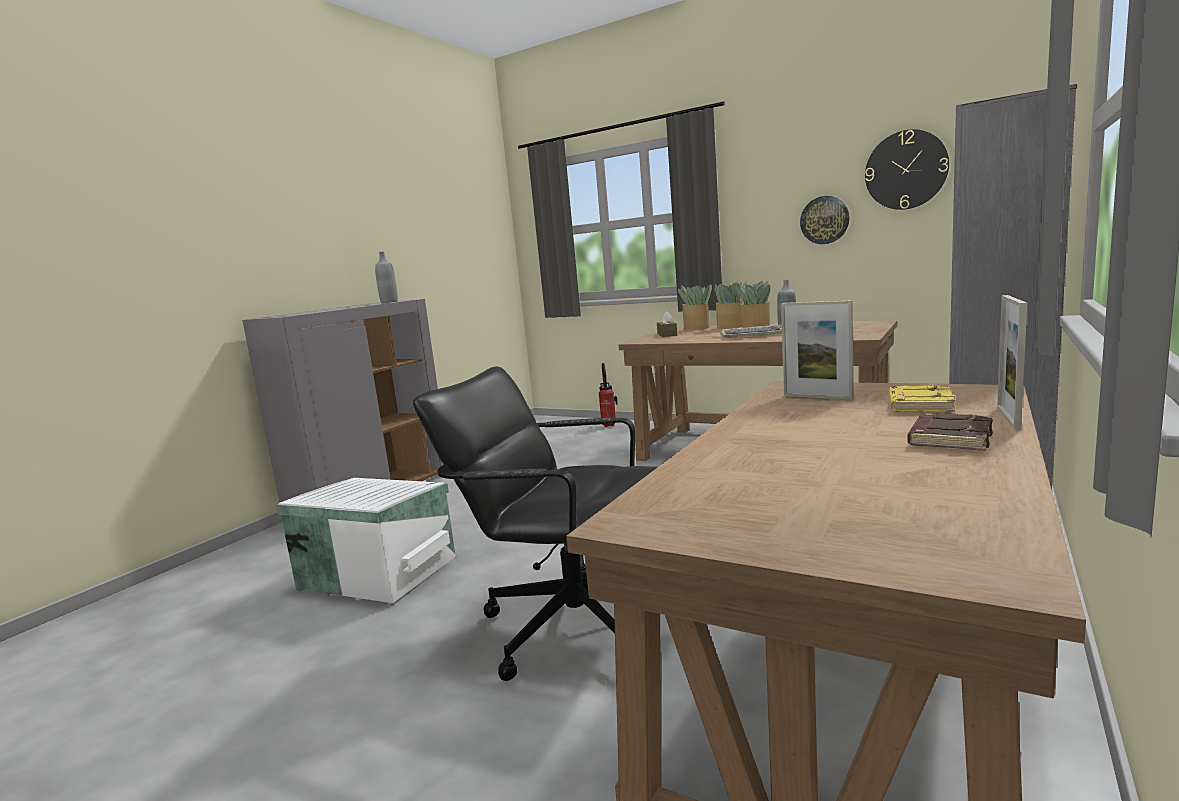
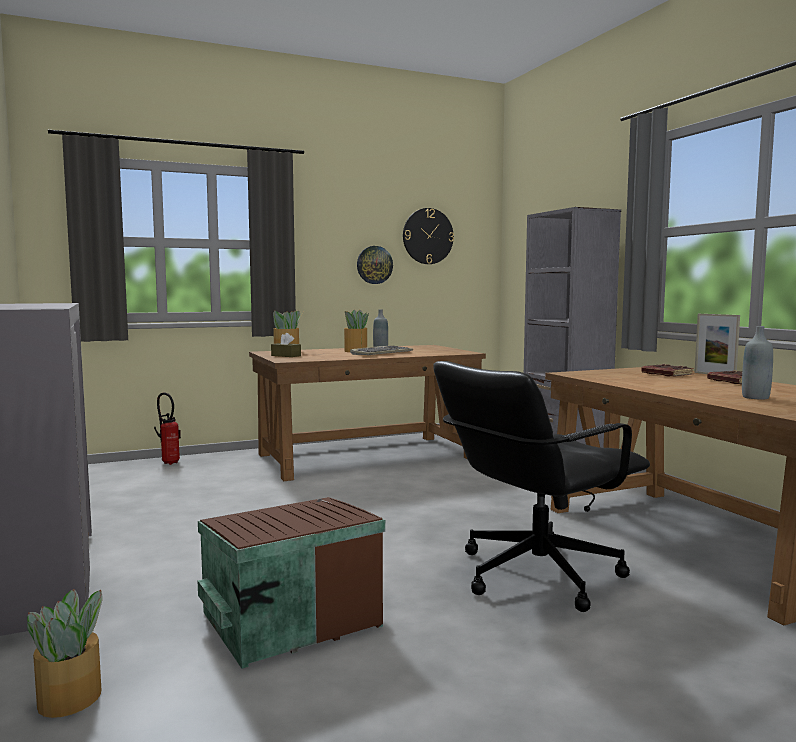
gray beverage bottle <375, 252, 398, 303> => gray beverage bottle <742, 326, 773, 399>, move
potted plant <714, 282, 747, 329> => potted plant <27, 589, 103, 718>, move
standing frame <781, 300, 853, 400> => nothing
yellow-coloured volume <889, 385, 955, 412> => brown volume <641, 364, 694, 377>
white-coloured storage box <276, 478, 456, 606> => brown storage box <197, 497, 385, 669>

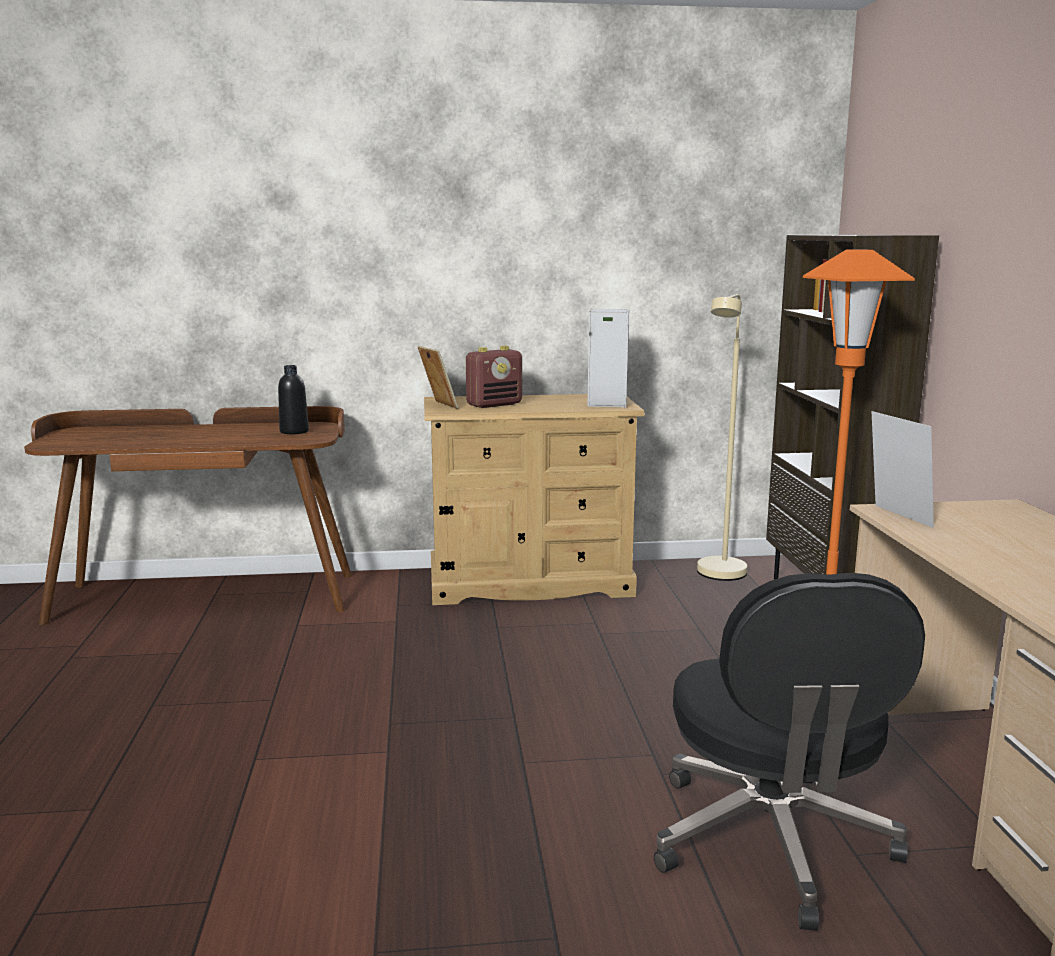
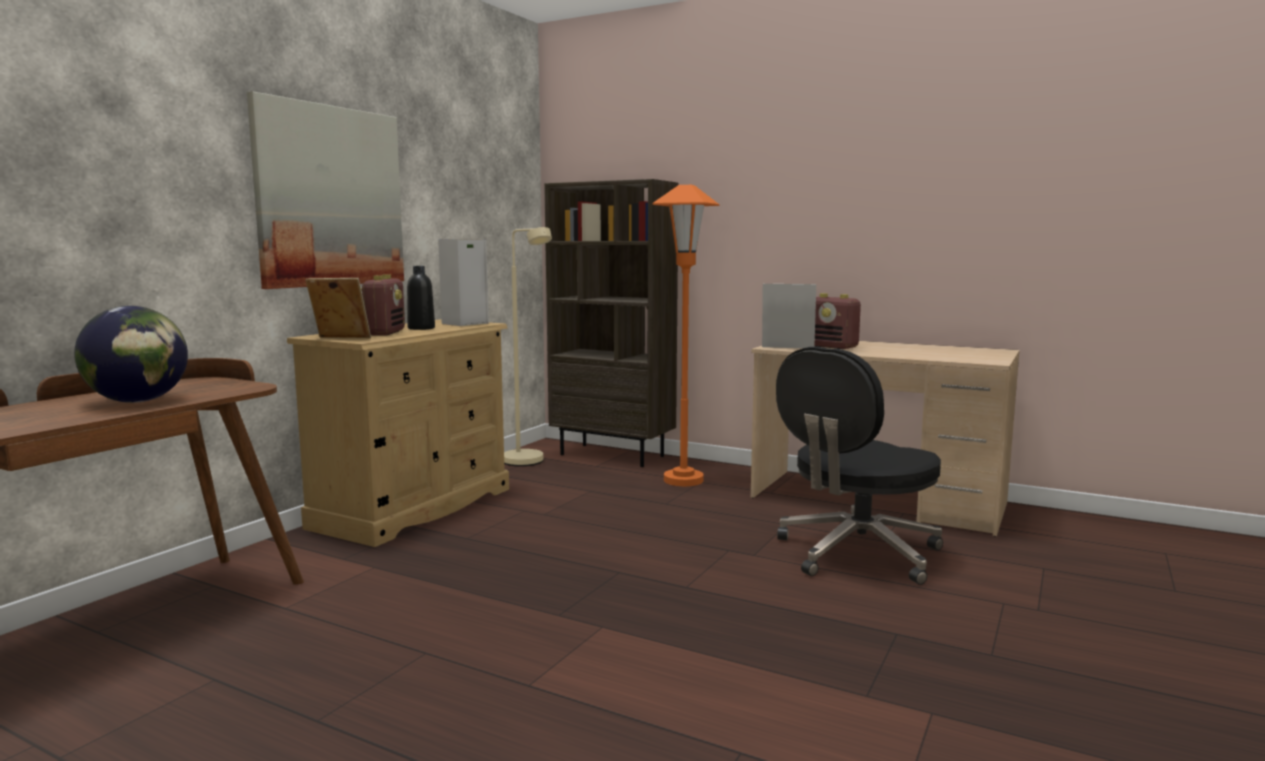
black-coloured beverage bottle <278, 365, 309, 434> => black-coloured beverage bottle <407, 266, 435, 330>, move
black-coloured office chair <654, 573, 925, 931> => black-coloured office chair <776, 347, 943, 585>, 105 degrees clockwise
nothing => wall picture <247, 91, 404, 289>
nothing => radio <814, 293, 861, 349>
nothing => globe <74, 306, 188, 403>

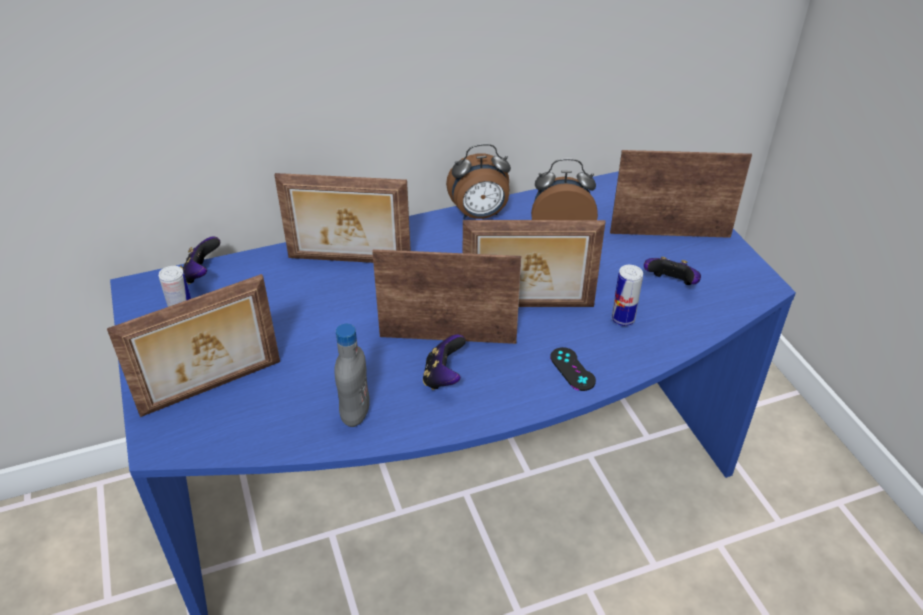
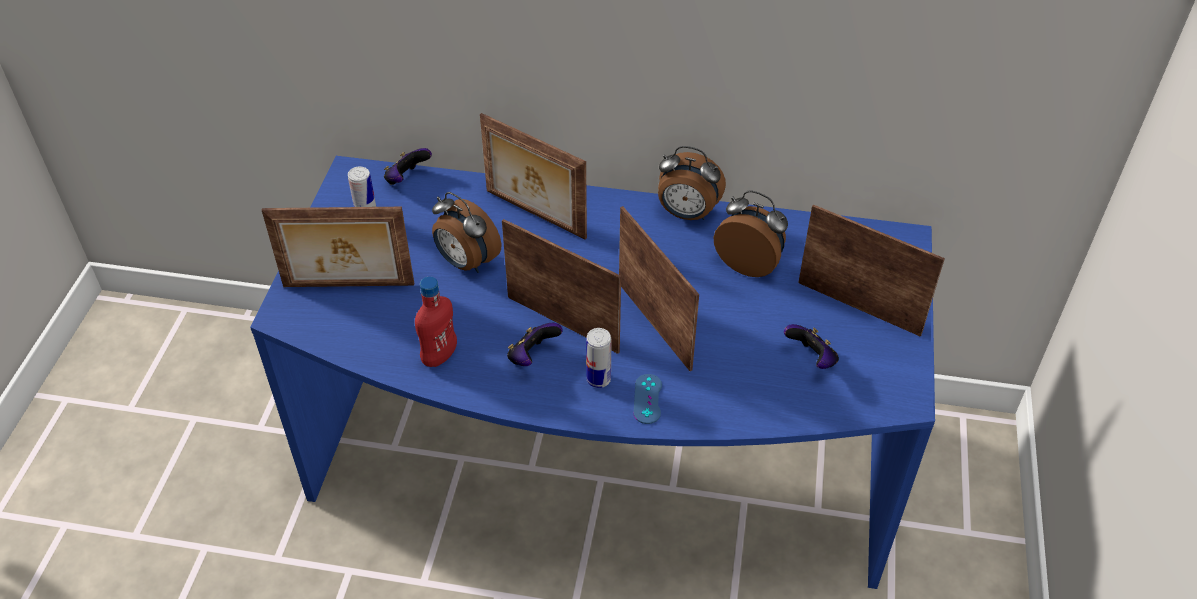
standing frame <463, 220, 606, 307> => standing frame <619, 206, 699, 371>, 150 degrees counterclockwise
can <612, 265, 643, 326> => can <586, 328, 612, 388>, move
gray beverage bottle <334, 324, 370, 427> => red-coloured beverage bottle <415, 277, 457, 367>
black-coloured joypad <550, 347, 596, 391> => blue joypad <633, 374, 662, 424>
nothing => alarm clock <432, 192, 502, 273>

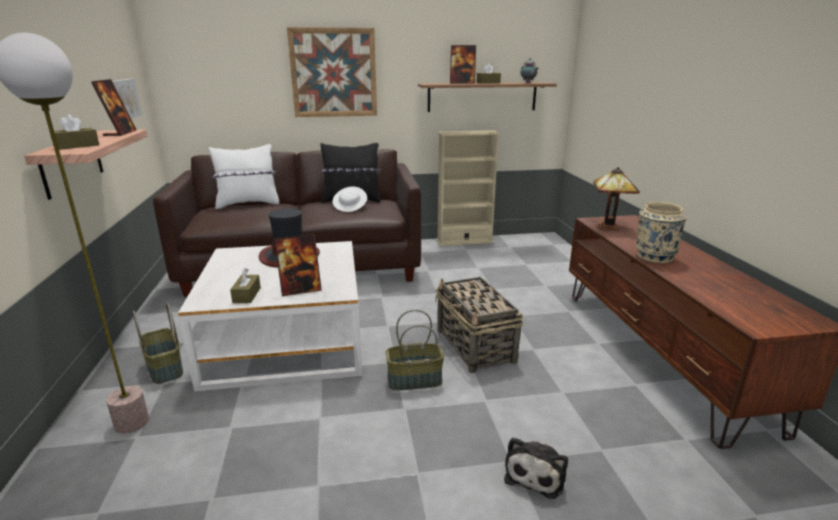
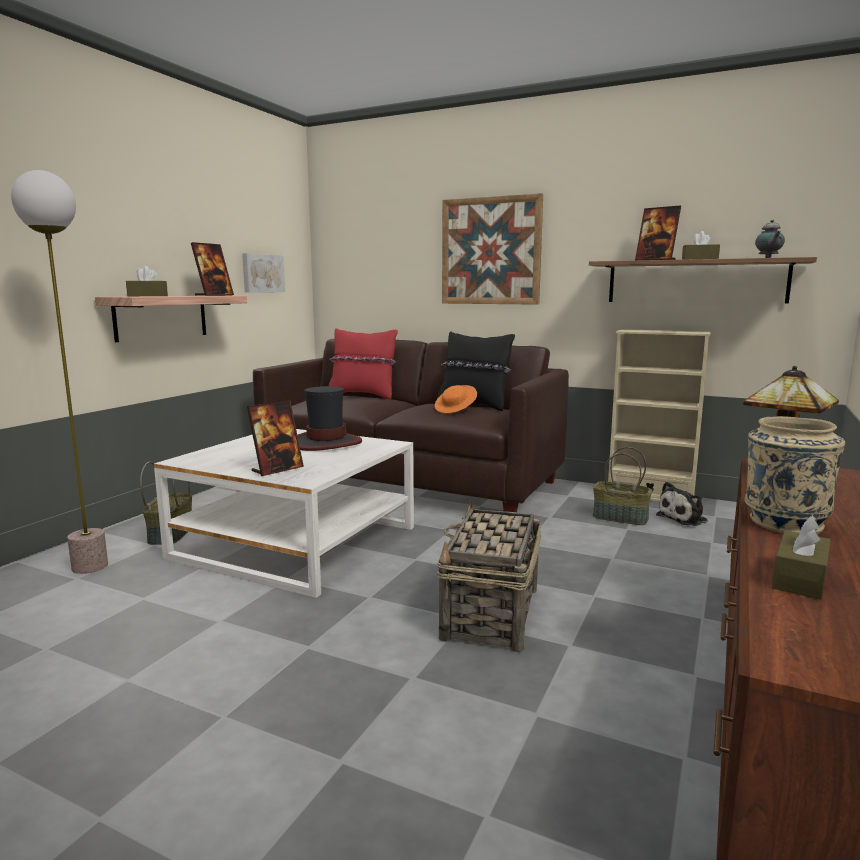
white-coloured cushion <209, 144, 279, 209> => red-coloured cushion <329, 328, 398, 400>
white-coloured wearable hat <333, 187, 367, 212> => orangey wearable hat <435, 385, 477, 414>
standing frame <274, 234, 322, 296> => standing frame <247, 400, 304, 476>, 60 degrees counterclockwise
brown tissue holder <230, 268, 261, 303> => brown tissue holder <772, 515, 831, 599>, move
household basket <386, 310, 444, 391> => household basket <593, 447, 652, 525>, move
soft toy <504, 437, 568, 499> => soft toy <656, 482, 708, 526>, move

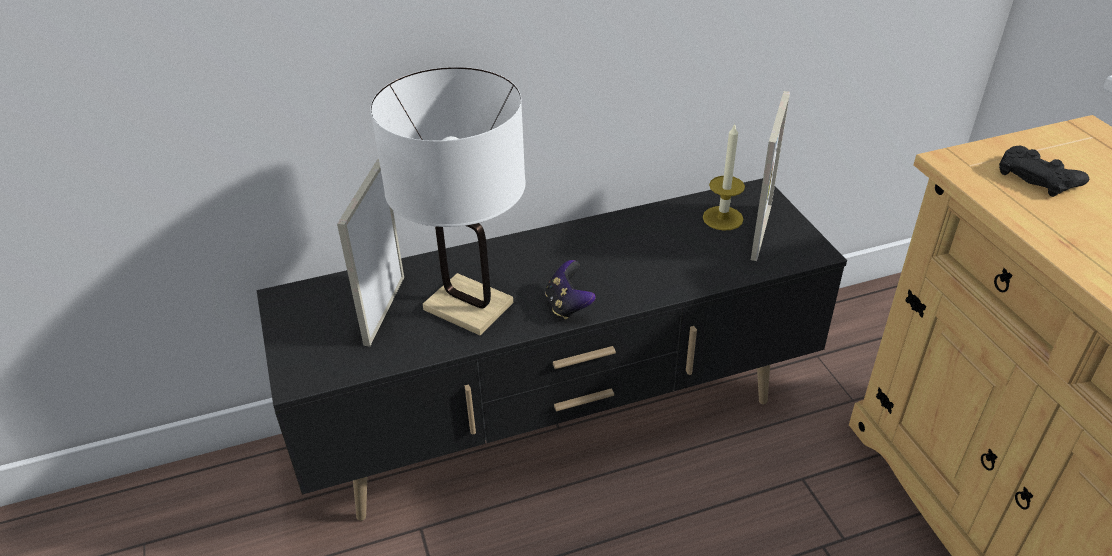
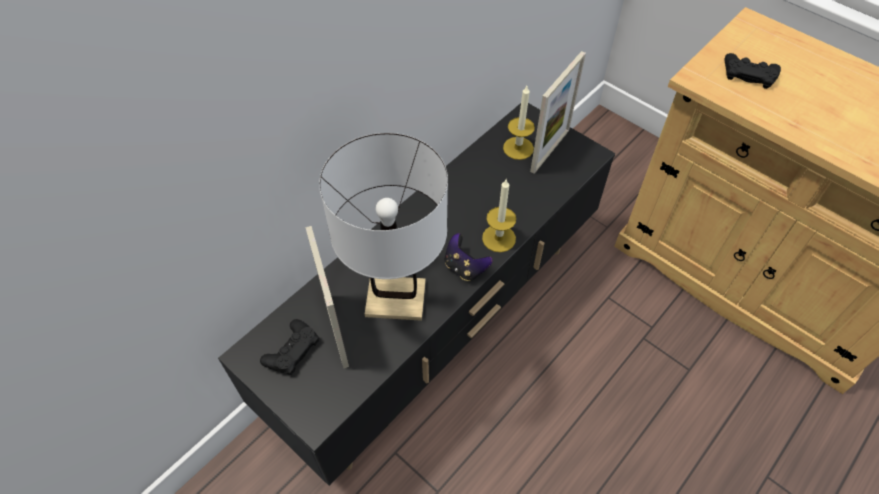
standing frame <751, 91, 790, 261> => standing frame <530, 51, 586, 174>, 45 degrees clockwise
nothing => candle <482, 180, 516, 252>
nothing => black-coloured joypad <260, 319, 319, 375>

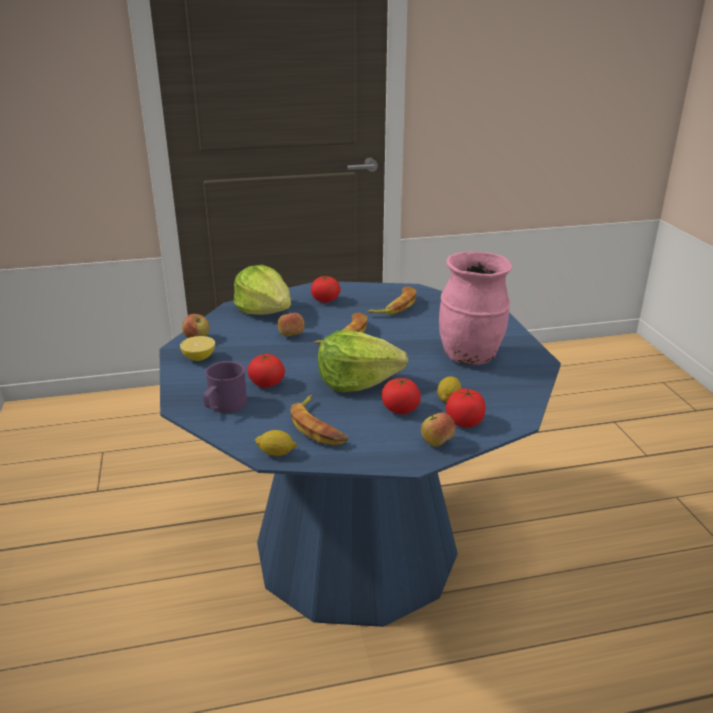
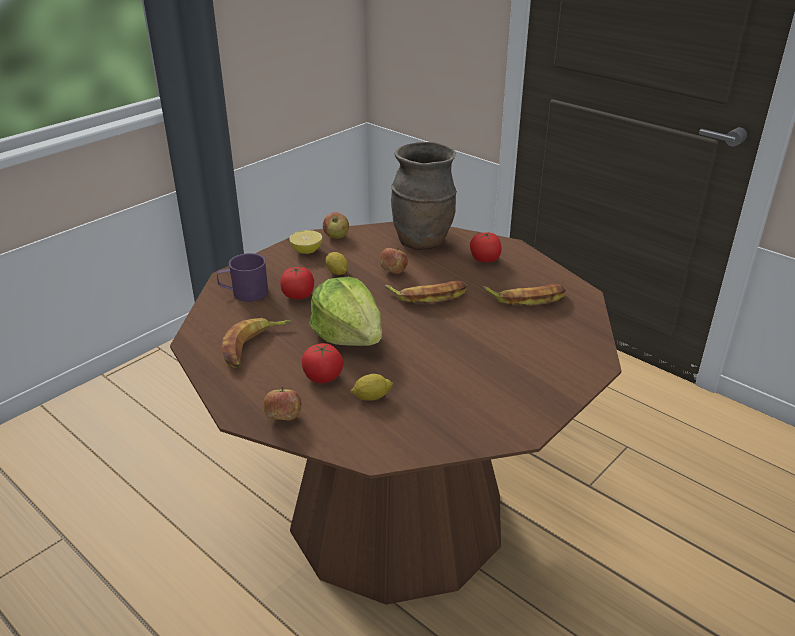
pink-coloured decorative vase <439, 252, 512, 365> => nothing
lettuce <234, 265, 291, 315> => brown decorative vase <391, 142, 457, 250>
blue dinner table <160, 281, 561, 627> => brown dinner table <170, 222, 622, 605>
tomato <446, 389, 486, 427> => nothing
whole lemon <255, 430, 297, 456> => whole lemon <325, 252, 348, 275>, move

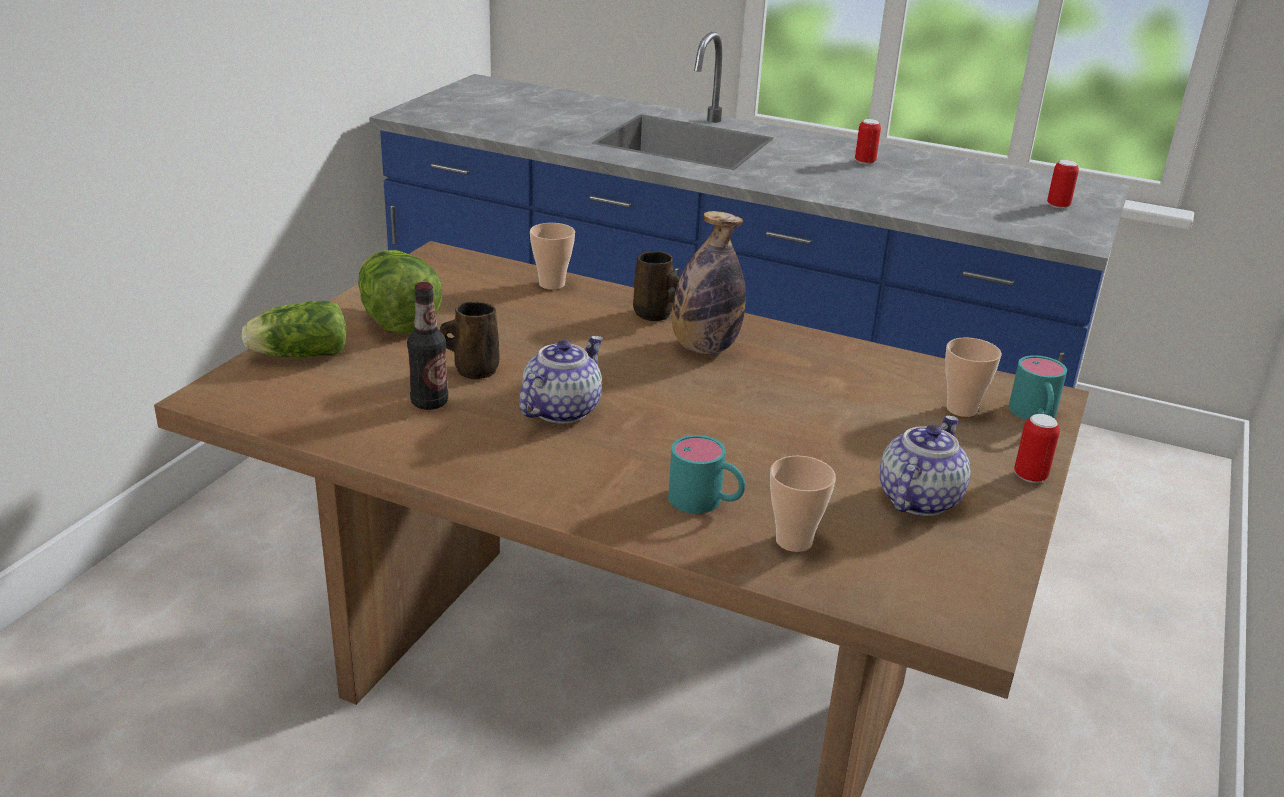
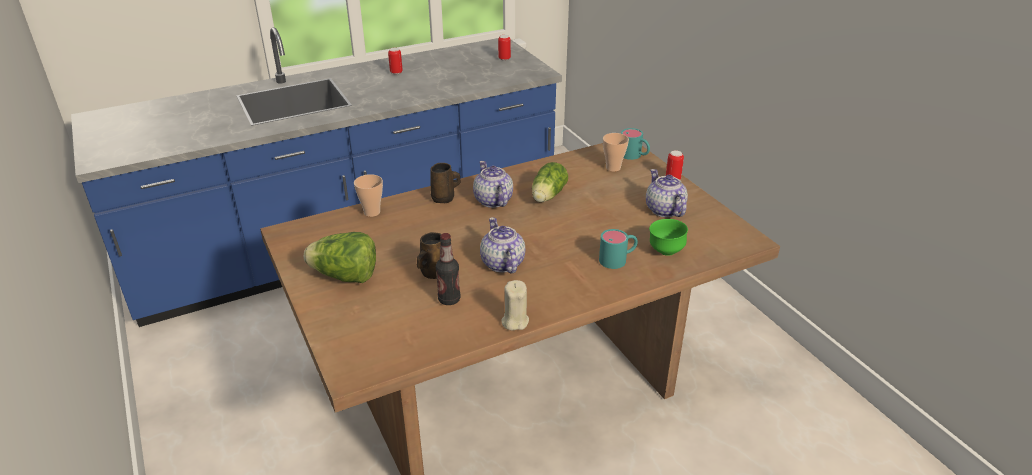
beverage bottle <672, 211, 746, 354> => tea pot <473, 161, 513, 208>
lettuce <241, 301, 347, 357> => lettuce <532, 162, 568, 202>, move
drinking cup <770, 456, 836, 552> => green-coloured deep dish <649, 219, 688, 256>
nothing => sand-coloured candle <501, 280, 529, 330>

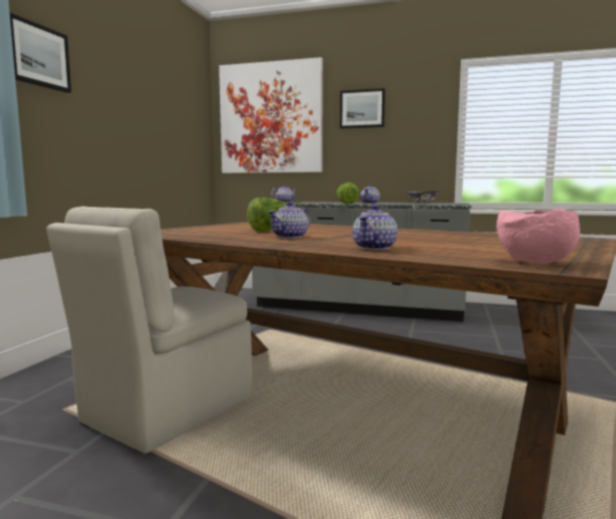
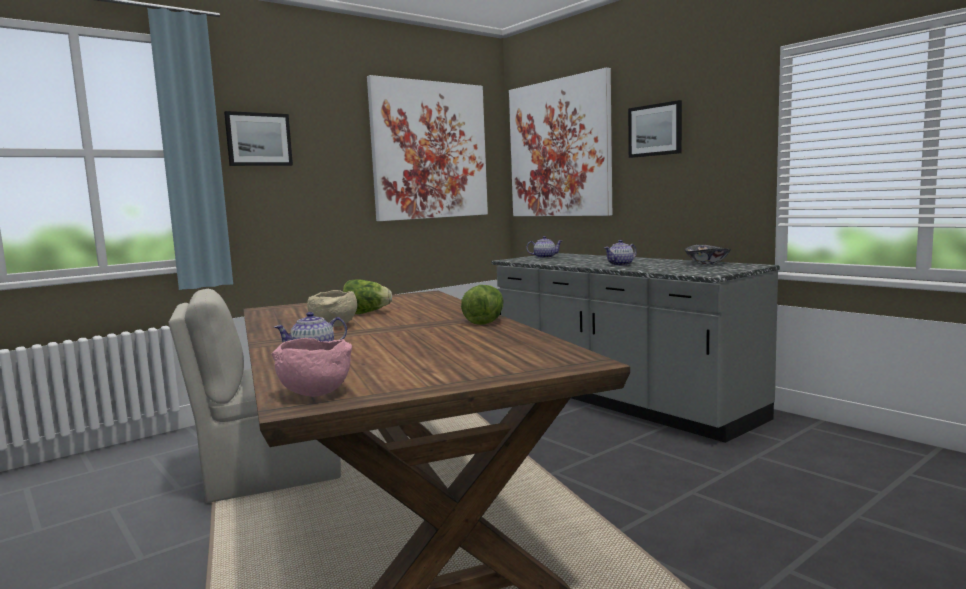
lettuce <337, 182, 359, 204> => lettuce <461, 285, 504, 325>, move
tea pot <268, 202, 311, 238> => sand-coloured deep dish <307, 290, 357, 327>
nothing => wall picture <367, 75, 488, 221>

